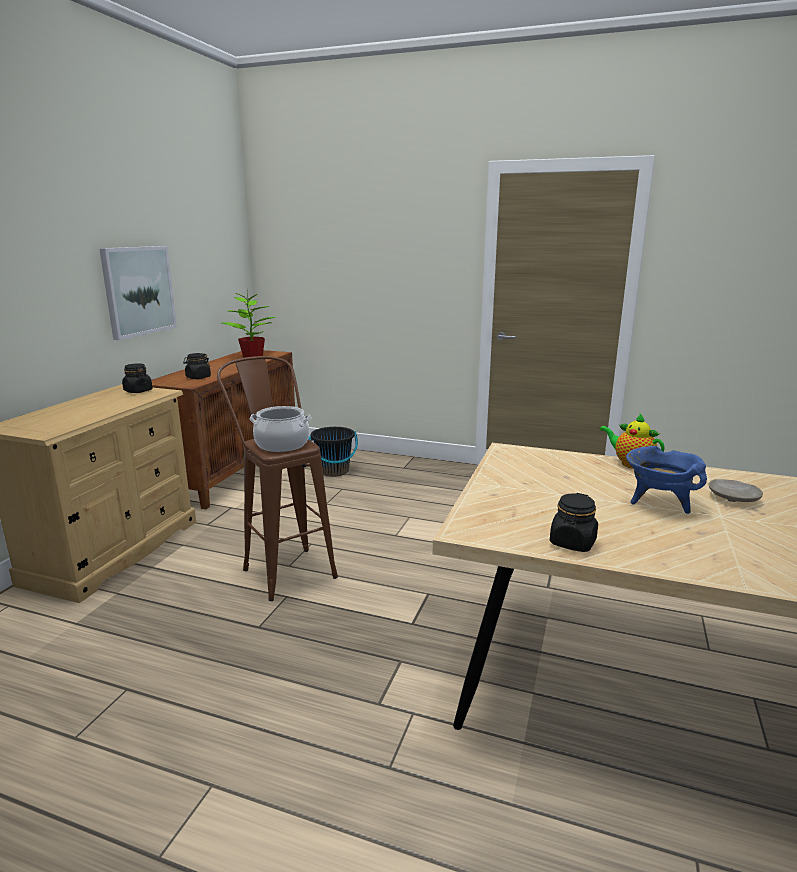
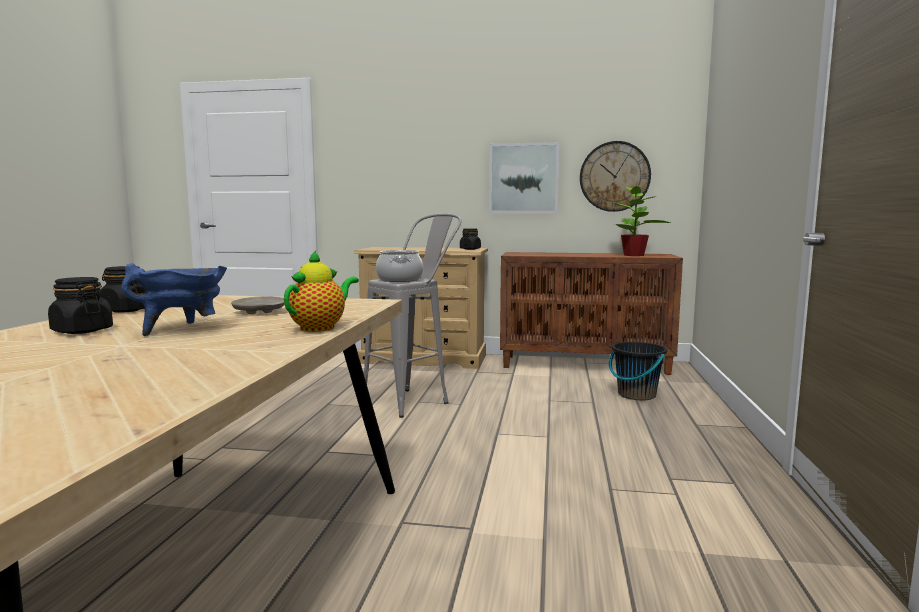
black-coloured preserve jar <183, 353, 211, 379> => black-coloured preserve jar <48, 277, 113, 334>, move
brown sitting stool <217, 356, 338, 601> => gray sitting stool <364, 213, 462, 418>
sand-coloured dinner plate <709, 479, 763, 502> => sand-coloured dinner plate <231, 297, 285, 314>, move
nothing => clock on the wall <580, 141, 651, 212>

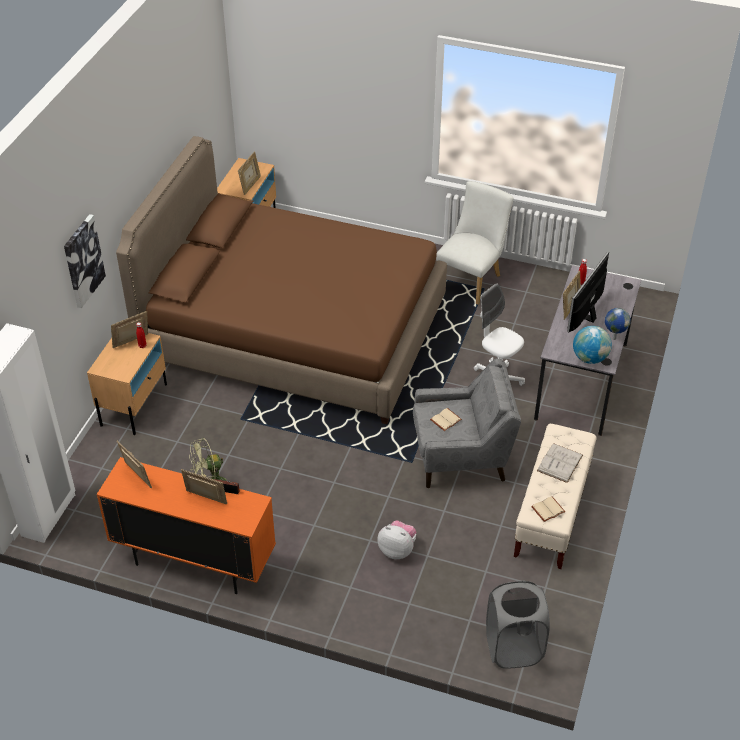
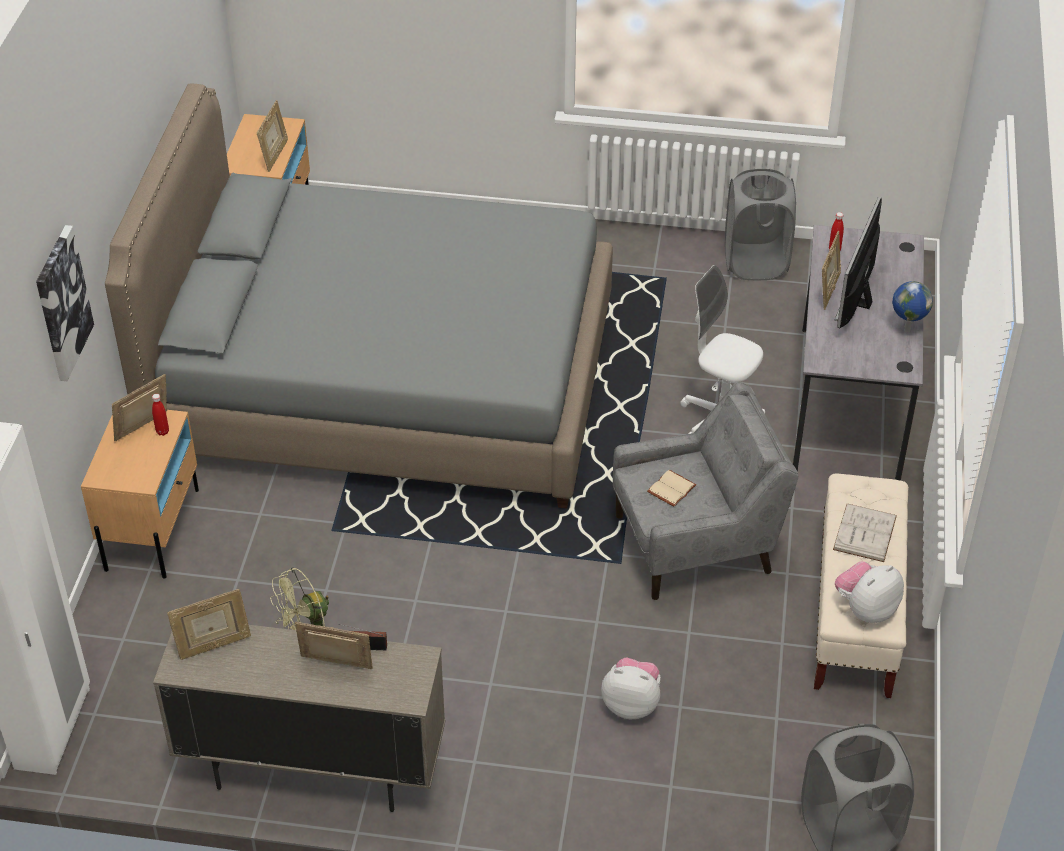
brown sleeping bed <116, 136, 447, 424> => gray sleeping bed <105, 84, 613, 508>
white-coloured chair <436, 181, 514, 305> => nothing
globe <573, 326, 612, 364> => nothing
standing frame <117, 440, 152, 488> => standing frame <167, 589, 251, 660>, 120 degrees clockwise
orangey storage cabinet <97, 457, 276, 594> => sand-coloured storage cabinet <153, 625, 445, 812>
sand-coloured volume <531, 497, 565, 522> => soft toy <835, 561, 904, 623>
nothing => gray hamper <725, 169, 796, 280>

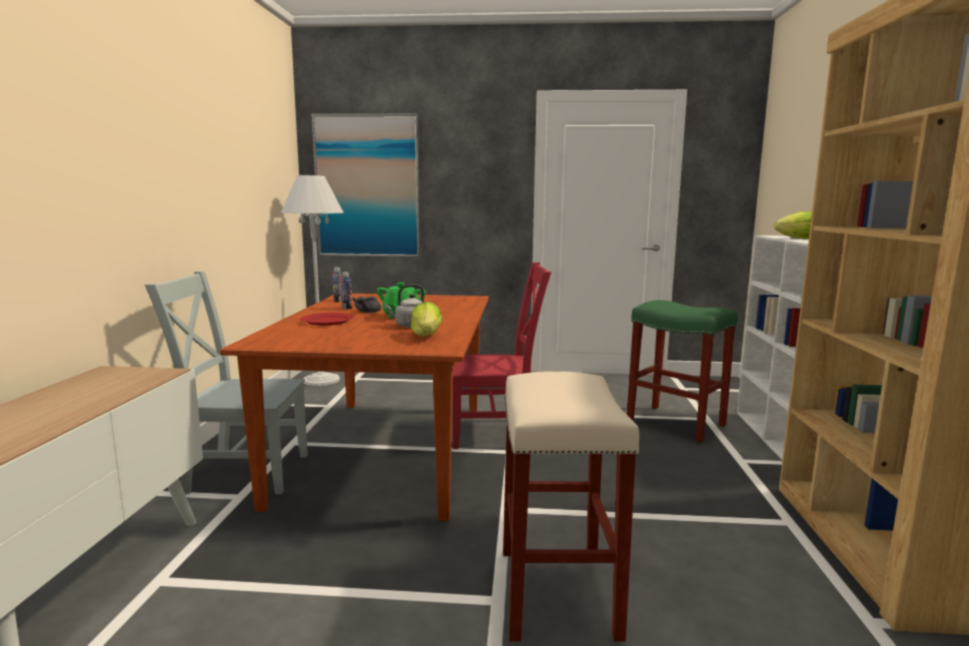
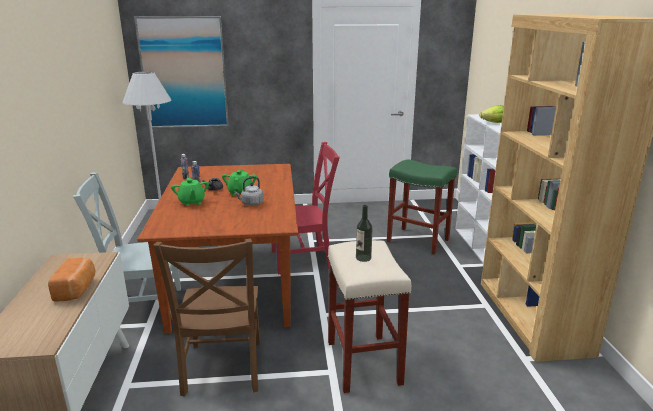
lettuce <411, 302, 443, 336> => nothing
red-coloured dinner plate <301, 313, 354, 325> => green-coloured tea pot <171, 178, 209, 206>
nothing => beverage bottle <356, 205, 373, 262>
nothing => brown chair <153, 239, 260, 396>
nothing => baked bread <48, 258, 95, 301>

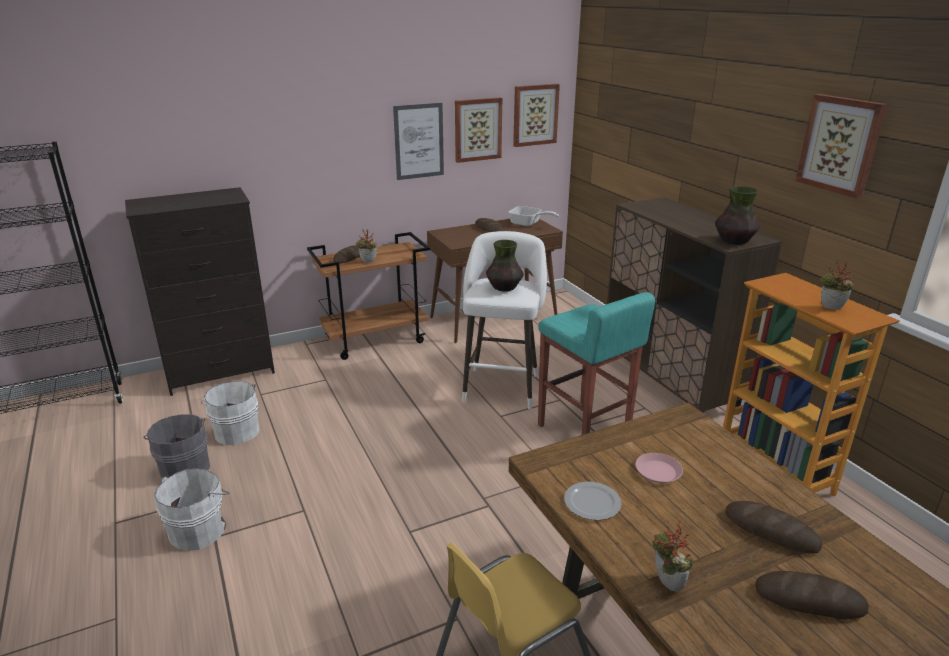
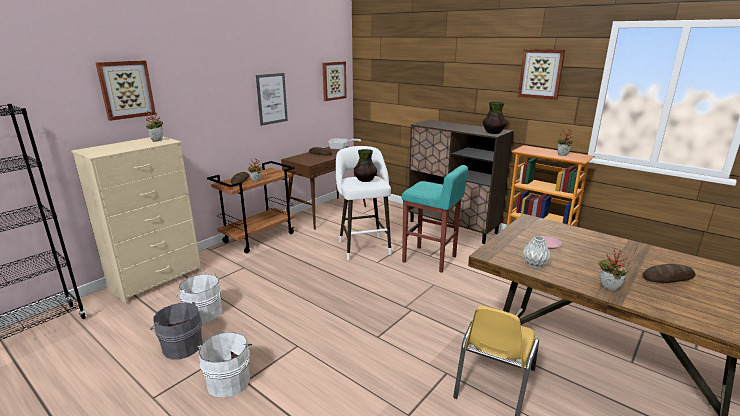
wall picture <455, 97, 502, 163> => wall picture <95, 60, 156, 121>, move
black-coloured drawer chest <125, 187, 275, 396> => sand-coloured drawer chest <71, 137, 202, 304>
dinner plate <564, 482, 622, 520> => gray decorative vase <523, 236, 551, 268>
baked bread <725, 501, 822, 554> => nothing
nothing => potted plant <146, 111, 163, 142>

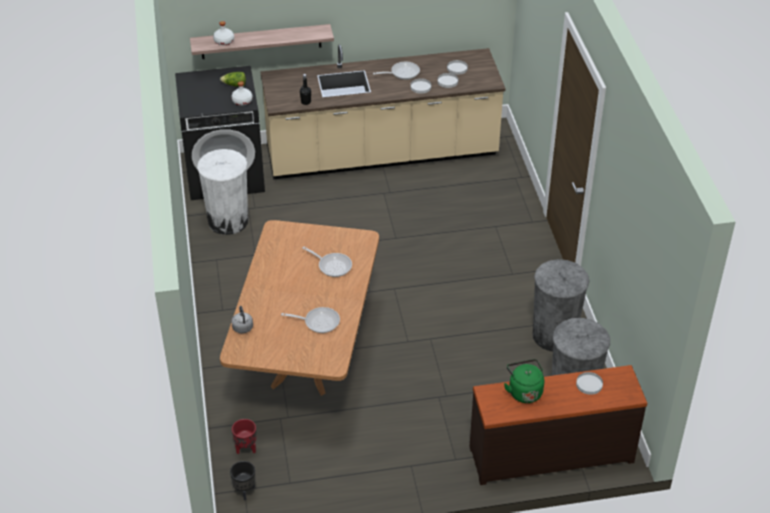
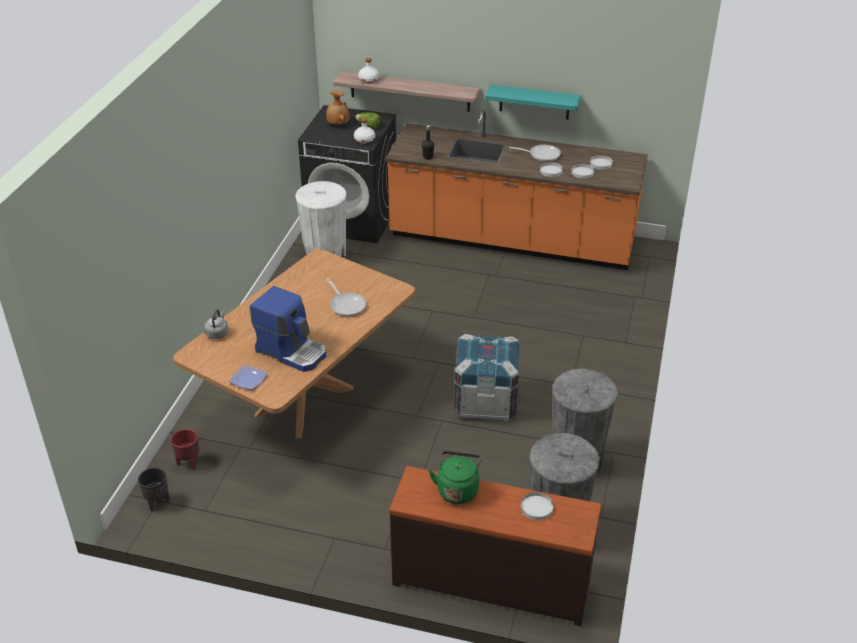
sand-coloured kitchen counter <260, 44, 506, 179> => orangey kitchen counter <385, 110, 648, 270>
pan <281, 307, 340, 333> => coffee brewer <250, 286, 326, 372>
nothing => turquoise-coloured shelf <485, 85, 581, 120>
nothing => brown decorative vase <326, 91, 350, 125>
nothing => crate <454, 334, 520, 421>
nothing => dinner plate <229, 365, 268, 390>

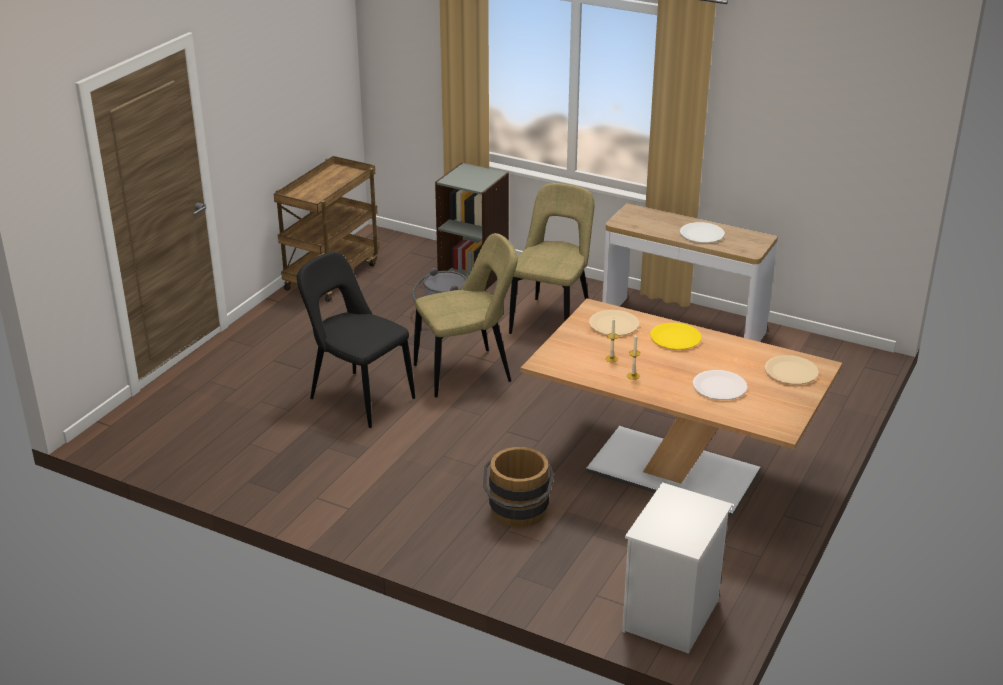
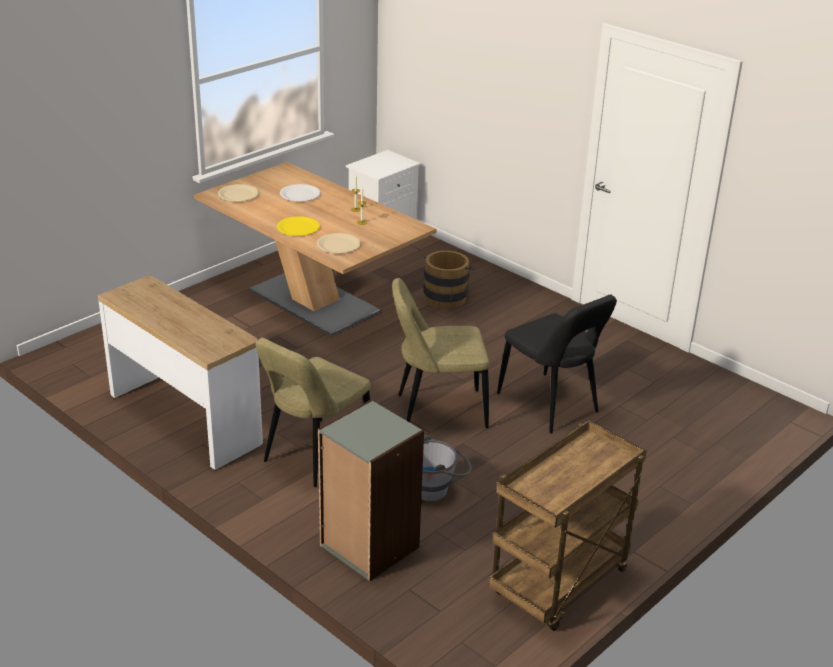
white-coloured dinner plate <680, 222, 725, 243> => nothing

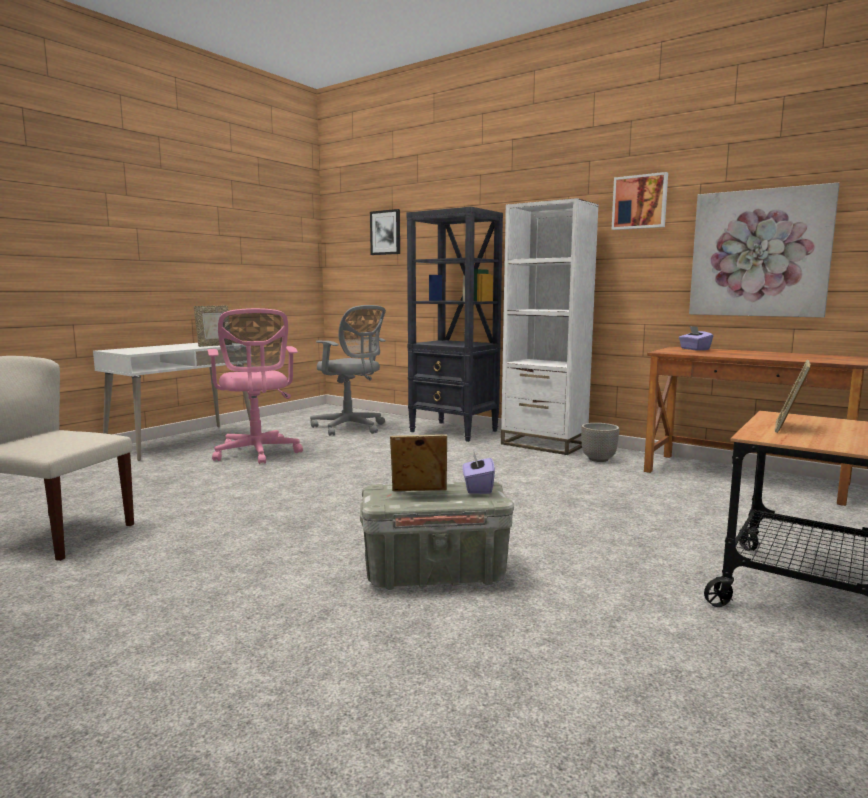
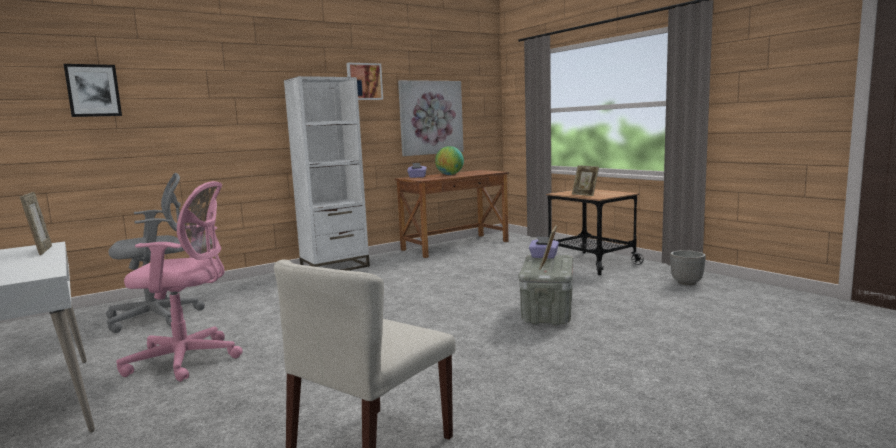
black-coloured bookcase <406, 206, 503, 442> => nothing
planter <581, 423, 619, 462> => planter <670, 250, 706, 285>, move
nothing => globe <435, 146, 464, 175>

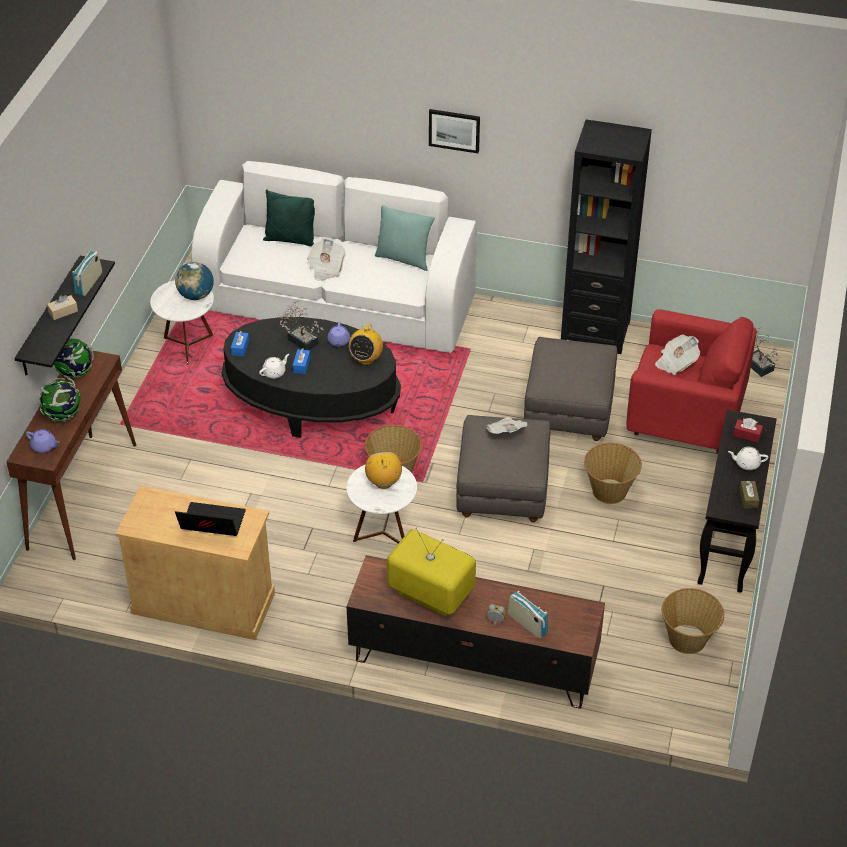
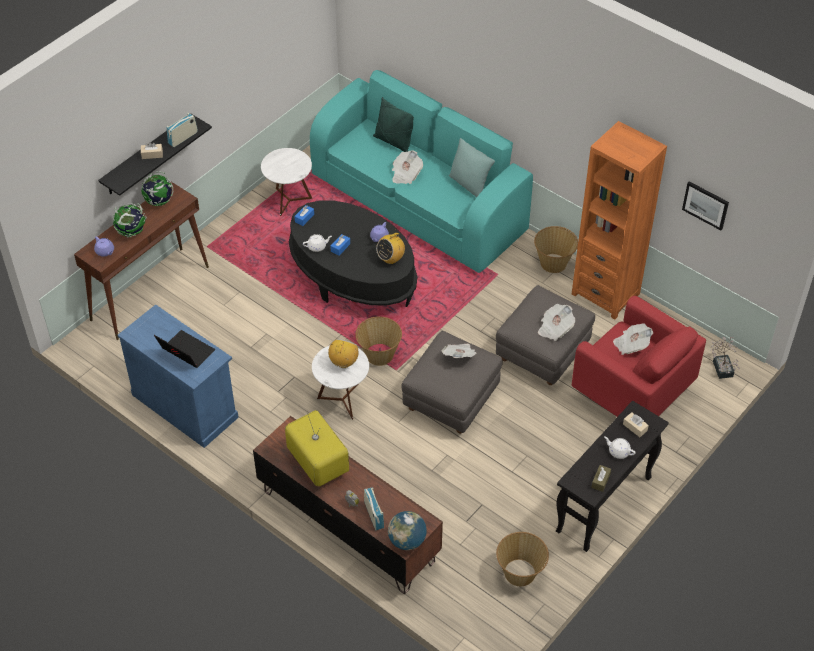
wall picture <429, 109, 480, 153> => wall picture <682, 181, 729, 230>, move
black-coloured bookcase <561, 120, 652, 354> => orangey bookcase <572, 121, 667, 319>
white-coloured settee <191, 161, 477, 353> => turquoise-coloured settee <310, 70, 533, 273>
globe <175, 262, 214, 300> => globe <388, 511, 427, 550>, move
potted plant <278, 301, 323, 350> => nothing
red-coloured tissue holder <733, 418, 763, 442> => sand-coloured tissue holder <623, 412, 649, 437>
household basket <584, 443, 642, 504> => household basket <534, 226, 578, 273>, move
sand-coloured storage cabinet <115, 486, 275, 640> => blue storage cabinet <117, 304, 238, 448>
nothing => daily paper <538, 304, 575, 341>

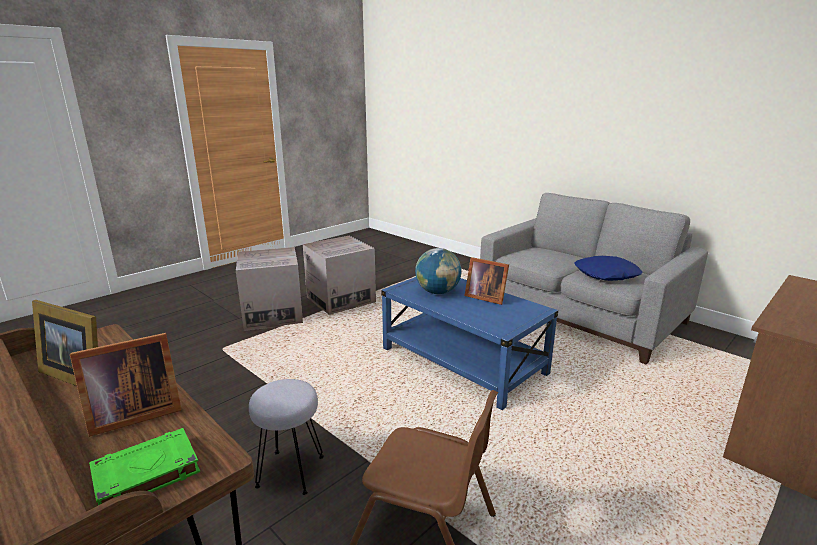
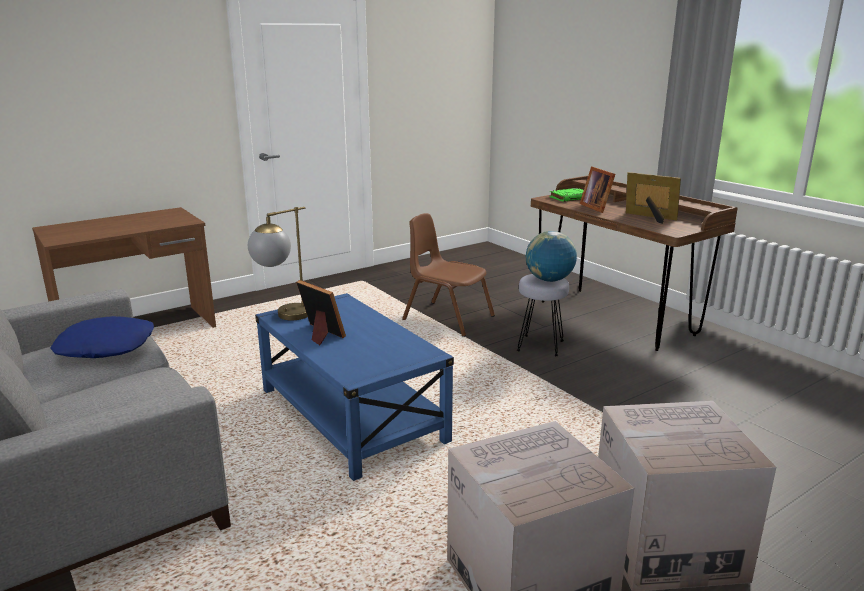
globe <415, 248, 462, 294> => globe <526, 231, 577, 282>, move
standing frame <70, 333, 182, 437> => standing frame <580, 166, 615, 213>, 90 degrees counterclockwise
nothing => tabletop lamp <248, 207, 308, 320>

